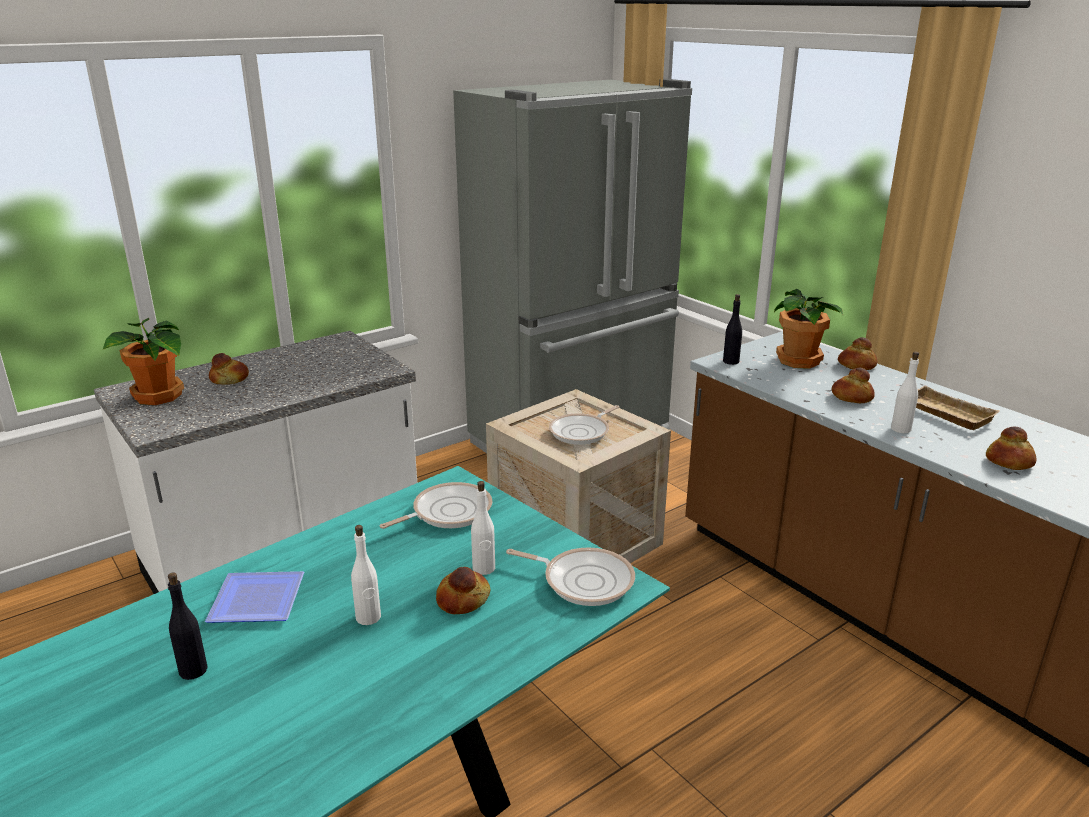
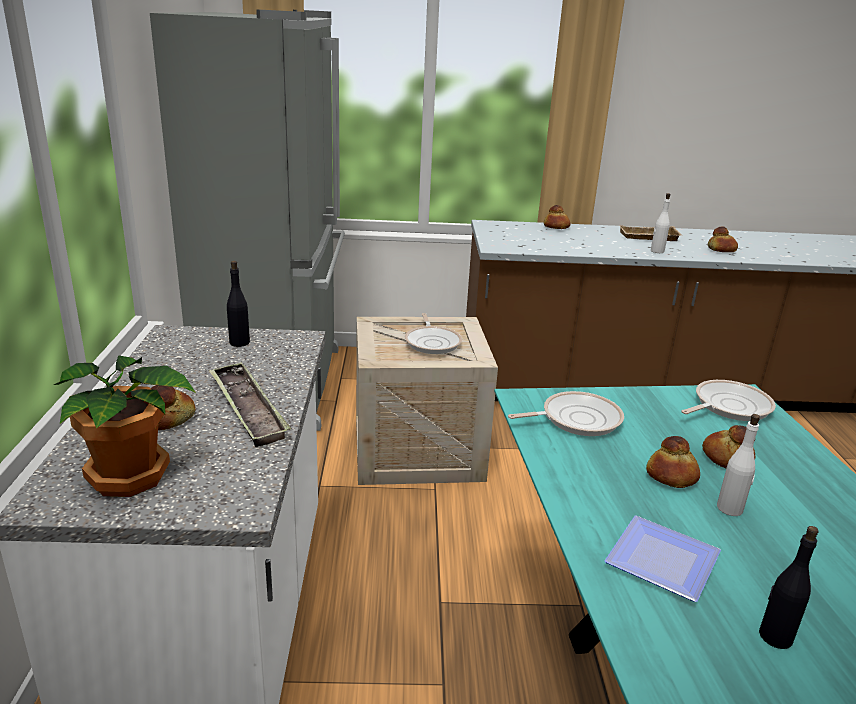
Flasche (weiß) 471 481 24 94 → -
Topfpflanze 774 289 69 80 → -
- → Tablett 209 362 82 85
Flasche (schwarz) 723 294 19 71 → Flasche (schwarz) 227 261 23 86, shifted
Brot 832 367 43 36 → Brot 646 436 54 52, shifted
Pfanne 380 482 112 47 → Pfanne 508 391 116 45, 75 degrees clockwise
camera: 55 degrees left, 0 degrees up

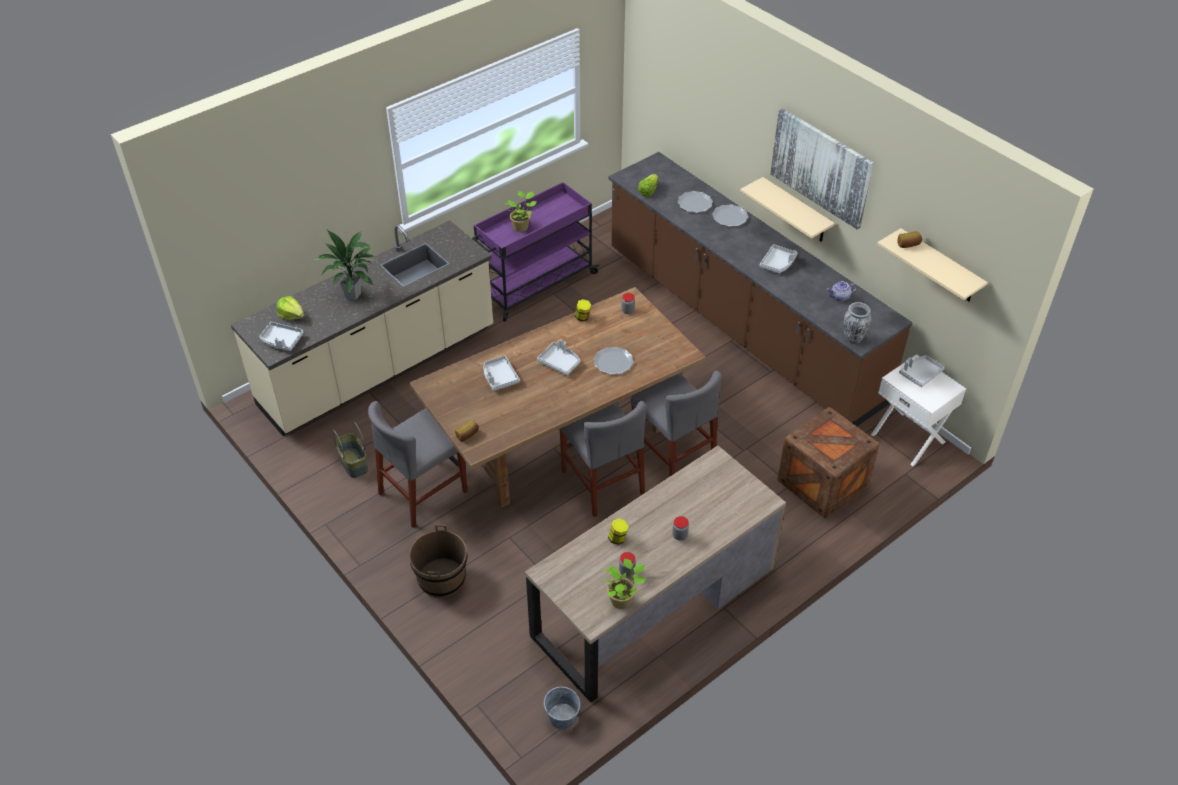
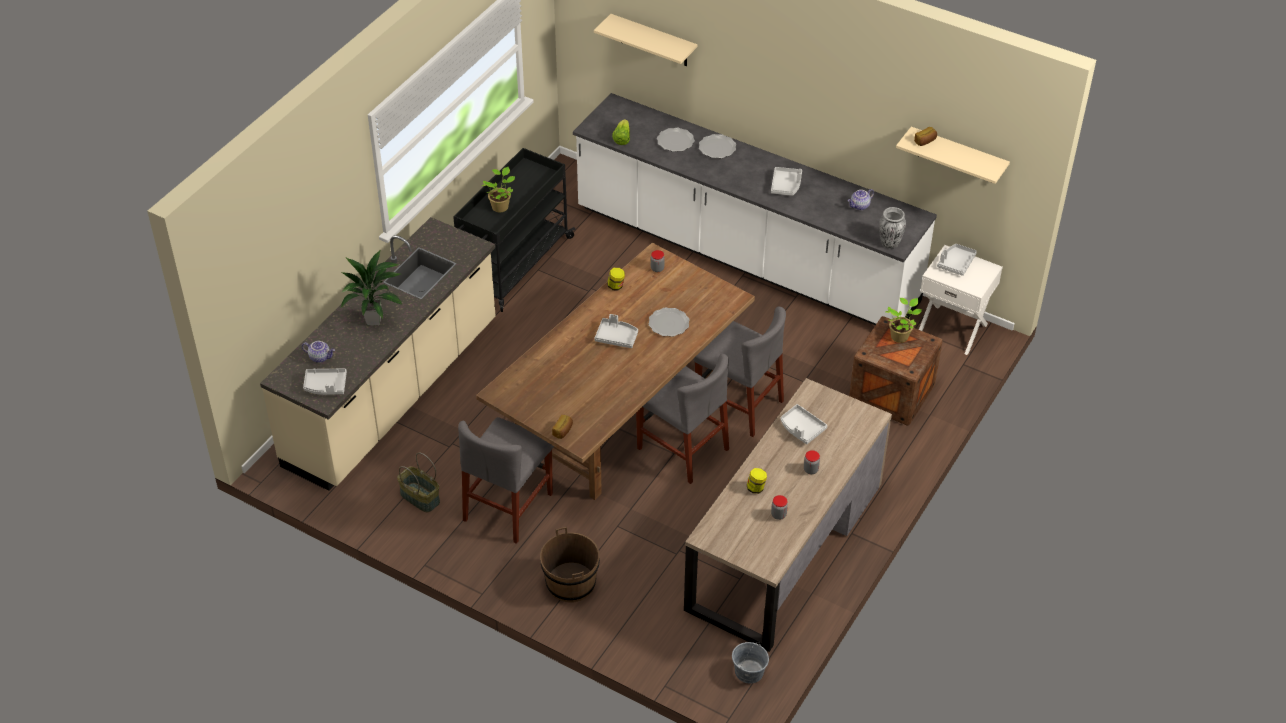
Bild 770 108 104 122 → -
Tablett (grau) 484 355 36 36 → Tablett (grau) 780 404 47 40, shifted
Topfpflanze 604 559 42 50 → Topfpflanze 885 298 37 45, shifted
Wandregal (beige) 740 177 95 65 → Wandregal (beige) 594 14 103 52, shifted
Salatkopf 276 296 28 24 → Teekanne 302 341 33 22
Rollwagen (lila) 472 182 127 140 → Rollwagen (schwarz) 453 148 123 164
Küchenzeile (braun) 609 152 304 274 → Küchenzeile (weiß) 573 93 364 232
camera: 20 degrees left, 0 degrees up

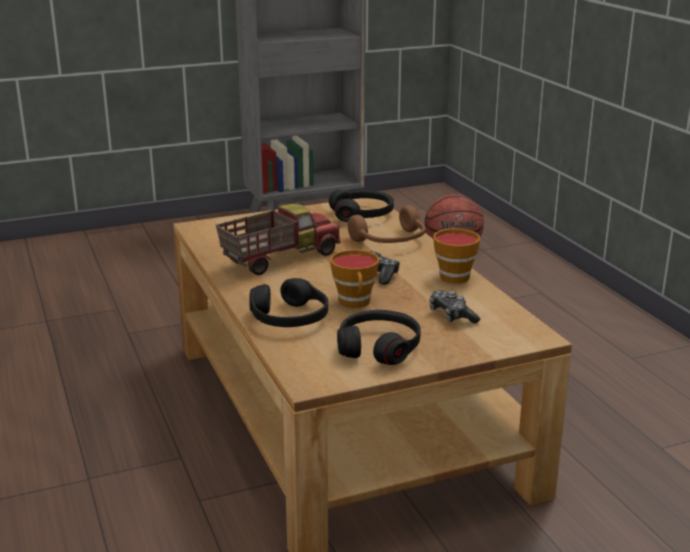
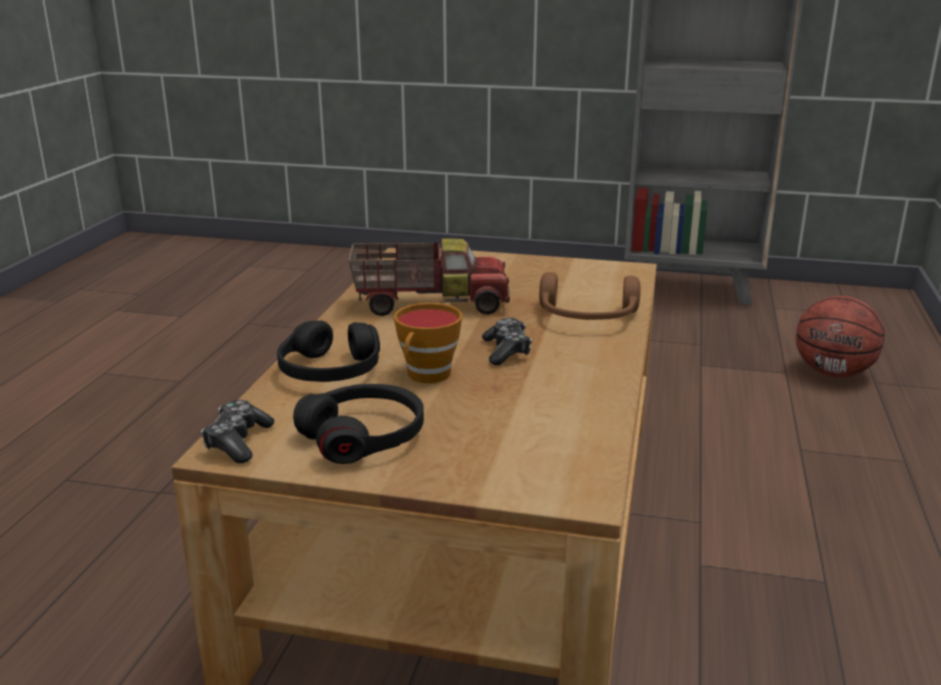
Kopfhörer (schwarz) 329 190 65 32 → -
Tasse 433 228 47 56 → -
Gamepad 429 290 51 34 → Gamepad 201 400 73 63, shifted
camera: 35 degrees right, 0 degrees up

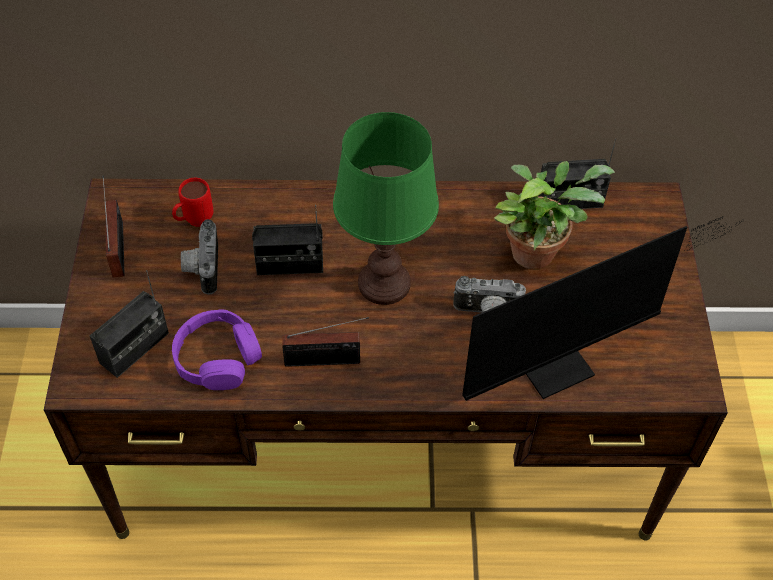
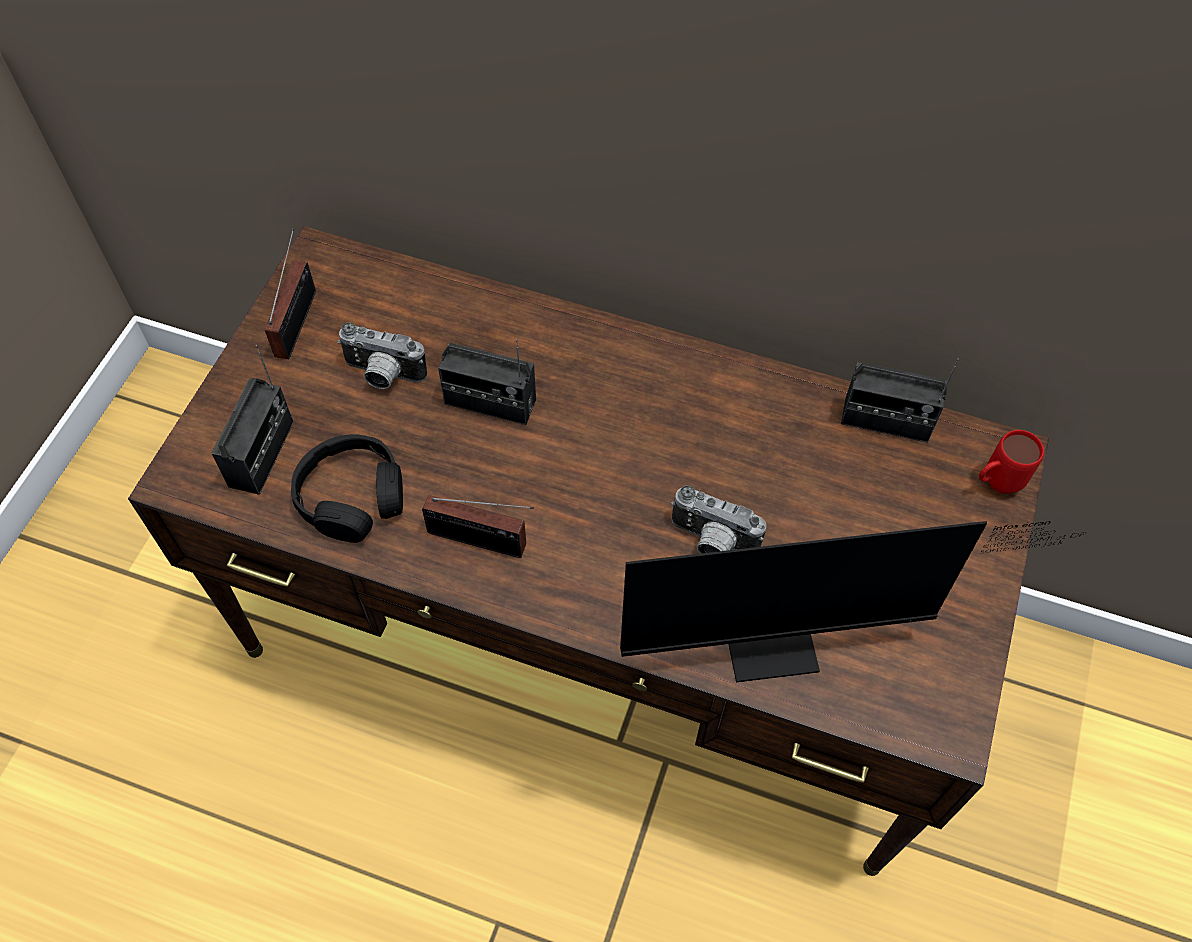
Tischlampe (grün) 333 112 106 193 → -
Topfpflanze 494 161 121 109 → -
Henkelbecher (rot) 172 178 41 49 → Henkelbecher (rot) 979 430 65 64, shifted
Kopfhörer (lila) 172 310 90 80 → Kopfhörer (schwarz) 291 434 112 109
Radio 90 270 79 108 → Radio 211 345 83 150, 45 degrees counterclockwise
Kamera 181 219 37 76 → Kamera 337 323 90 66, 90 degrees counterclockwise
camera: 20 degrees right, 5 degrees up

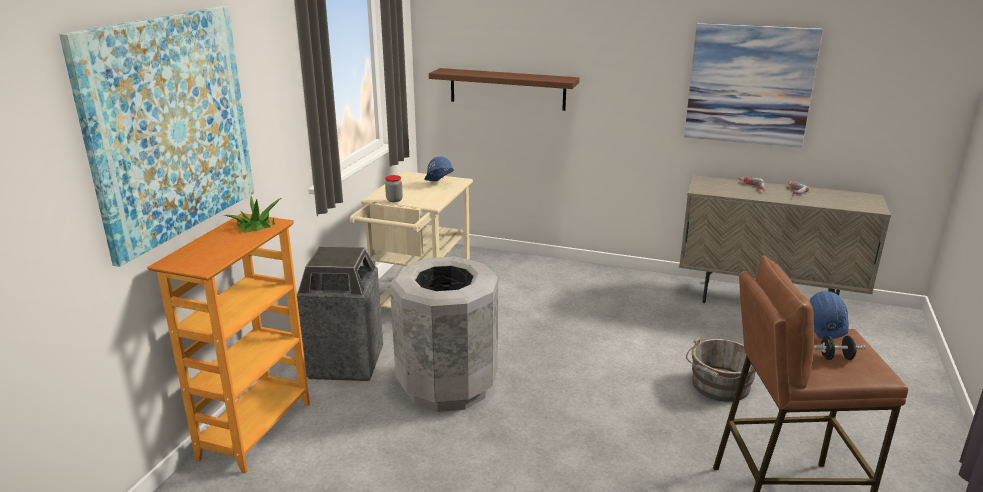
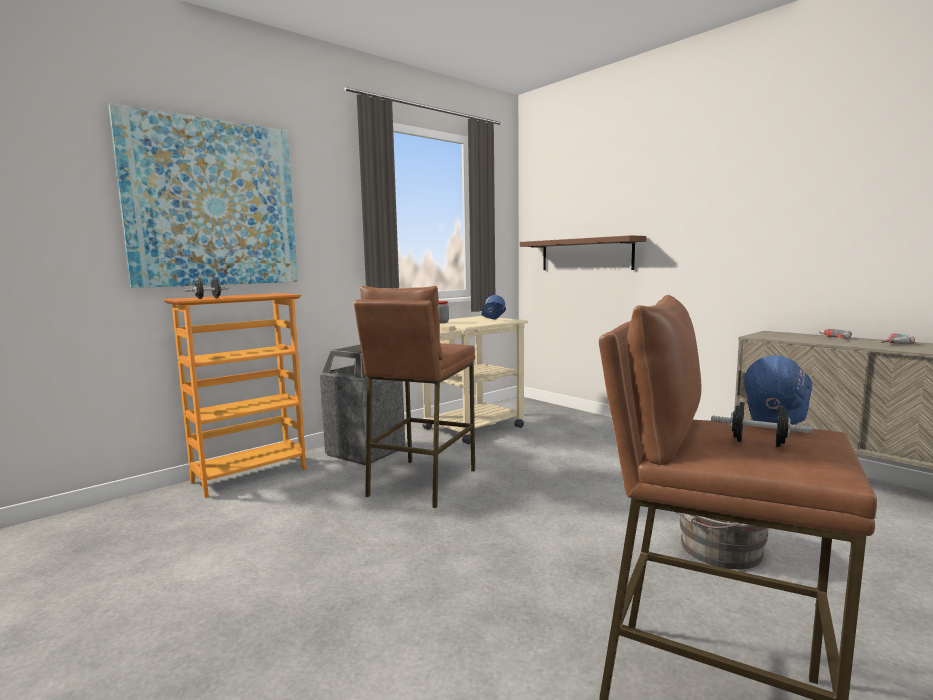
Topfpflanze 222 196 59 37 → -
Bild 684 23 139 125 → -
- → Hantel (schwarz) 185 280 43 19
Mülleimer (grau) 390 256 108 156 → Hocker (braun) 354 286 121 222
camera: 30 degrees right, 15 degrees down

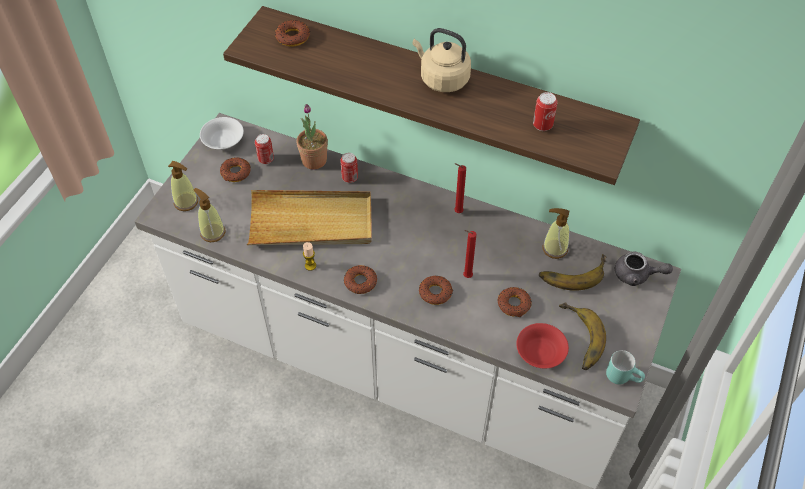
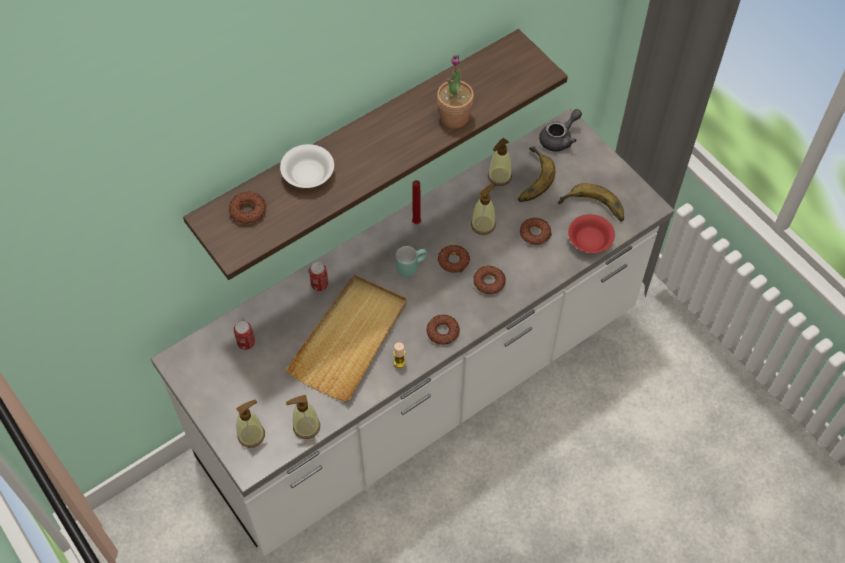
Wasserkessel (beige) 413 28 58 64 → -
Kerze (rot) 463 230 14 48 → -
Dose 533 92 25 39 → -
- → Seifenspender 471 183 25 52
Schüssel (weiß) 200 117 44 33 → Schüssel (weiß) 280 144 54 44, shifted
Donut 220 157 31 25 → Donut 438 245 32 28, shifted
Topfpflanze 296 104 32 65 → Topfpflanze 437 55 37 73, shifted
Henkelbecher (türkis) 606 350 39 35 → Henkelbecher (türkis) 396 246 31 31, shifted
camera: 60 degrees left, 5 degrees up

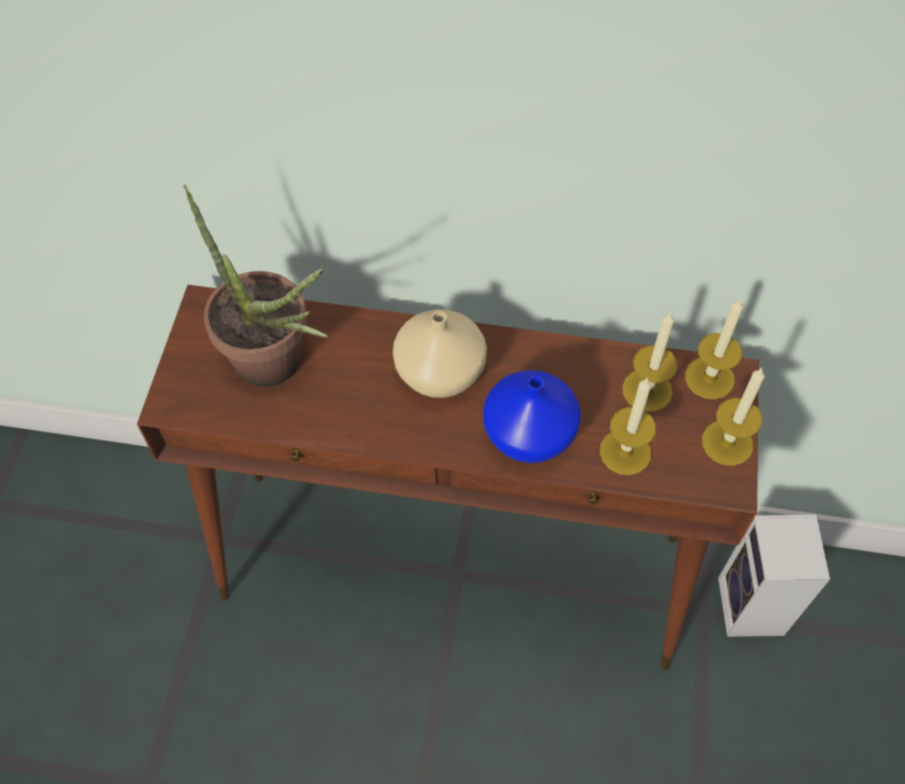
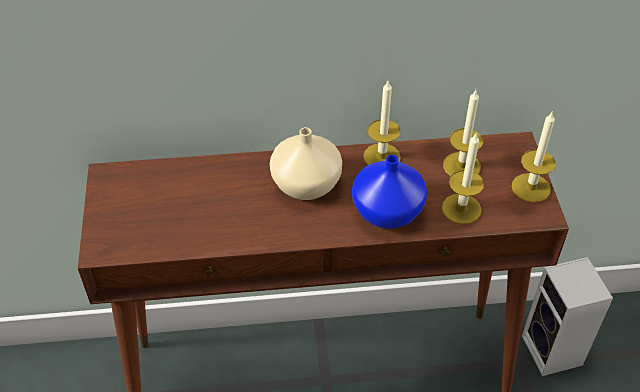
Topfpflanze 183 184 145 203 → -
Kerze 685 298 58 101 → Kerze 363 81 38 84, shifted
camera: 15 degrees left, 10 degrees down

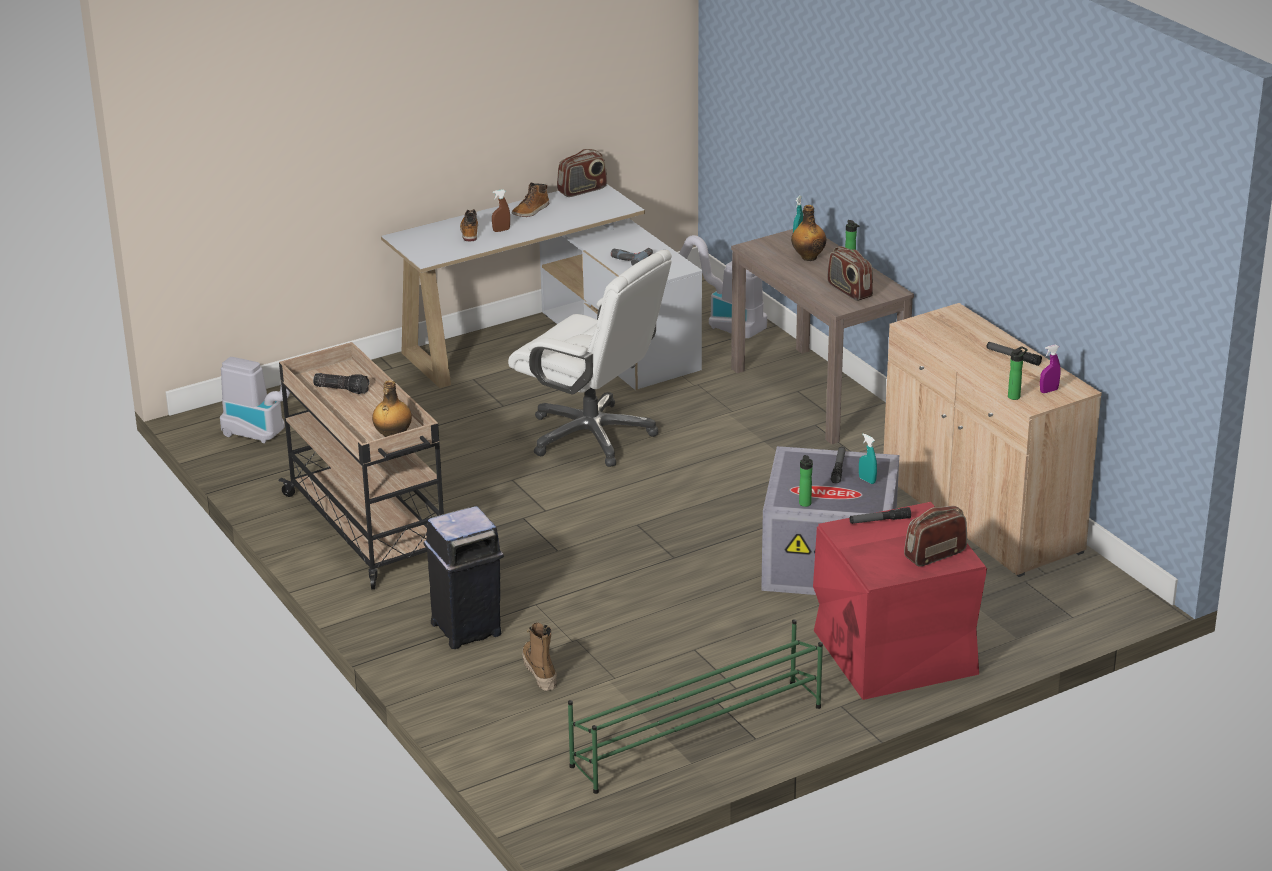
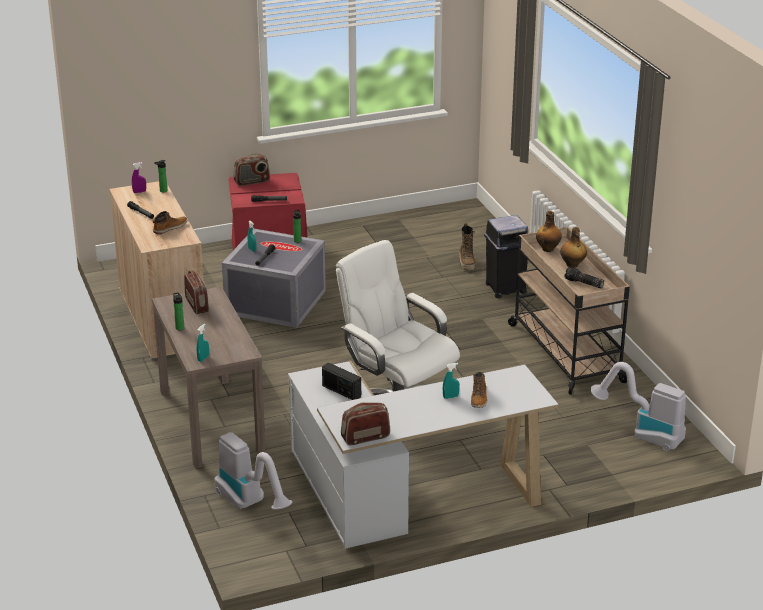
Schuhregal (grün) 568 619 255 175 → -
Stiefel 512 183 38 34 → Stiefel 153 211 34 23, shifted
Flasche 791 205 35 56 → Flasche 561 227 26 41, shifted
Bohrmaschine 611 248 42 18 → Radio 322 363 39 37
Sprühflasche (braun) 492 189 18 43 → Sprühflasche (türkis) 443 363 17 36
camera: 170 degrees left, 0 degrees up

